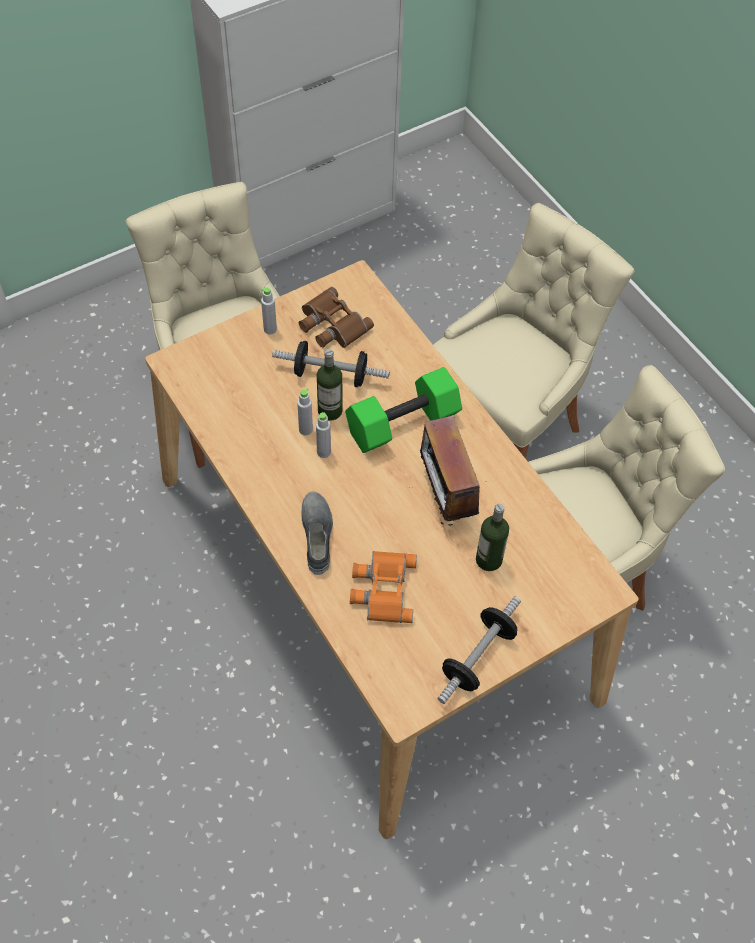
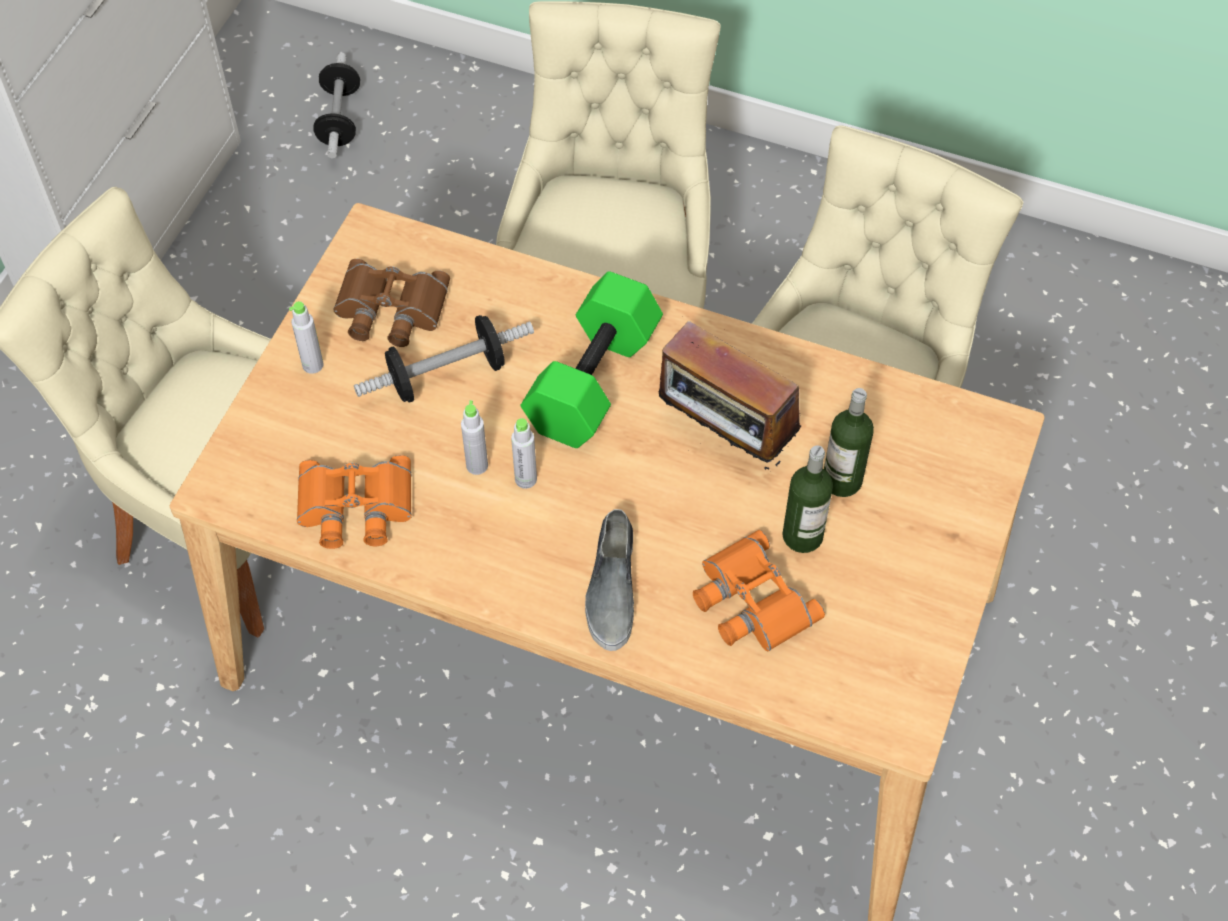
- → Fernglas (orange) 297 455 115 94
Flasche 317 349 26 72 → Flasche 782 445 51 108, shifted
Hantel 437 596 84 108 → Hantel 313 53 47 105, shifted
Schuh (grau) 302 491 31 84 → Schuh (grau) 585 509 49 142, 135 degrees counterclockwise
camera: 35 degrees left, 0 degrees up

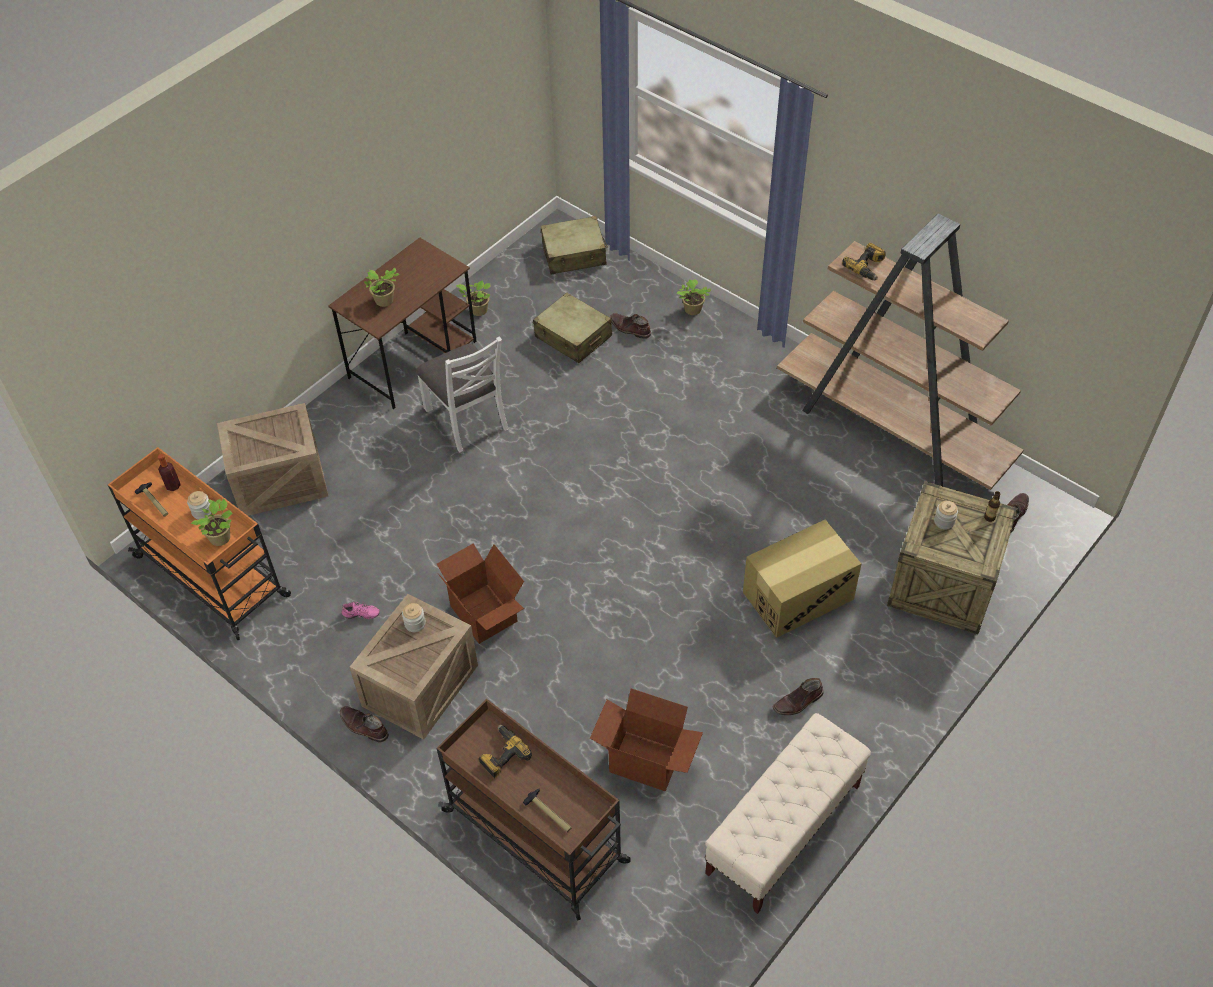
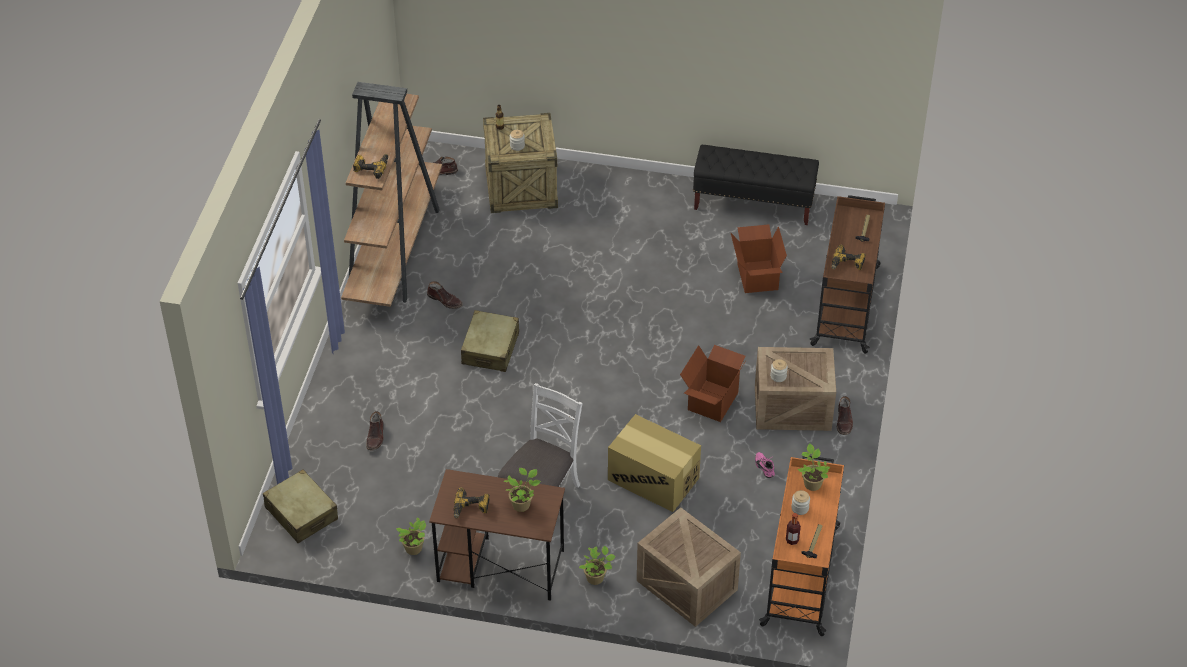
- → Bohrmaschine 454 487 36 31
Koffer (beige) 533 292 79 71 → Koffer (beige) 461 310 58 62, shifted
Topfpflanze 676 279 35 36 → Topfpflanze 579 545 37 40, shifted
Karton 743 519 118 119 → Karton 608 414 93 98, shifted
Stiefel (braun) 772 678 51 37 → Stiefel (braun) 427 281 36 28, shifted
Bank (beige) 705 713 166 201 → Bank (schwarz) 693 145 126 80
camera: 120 degrees left, 5 degrees down

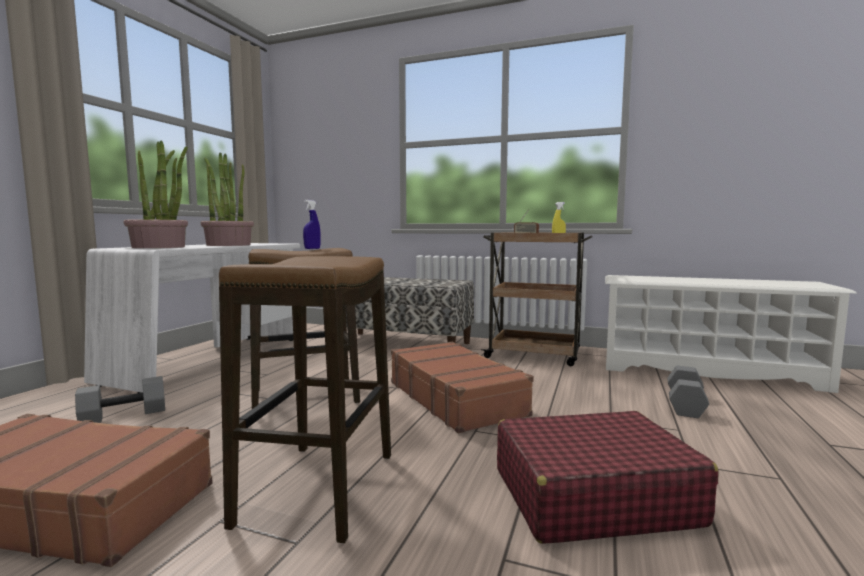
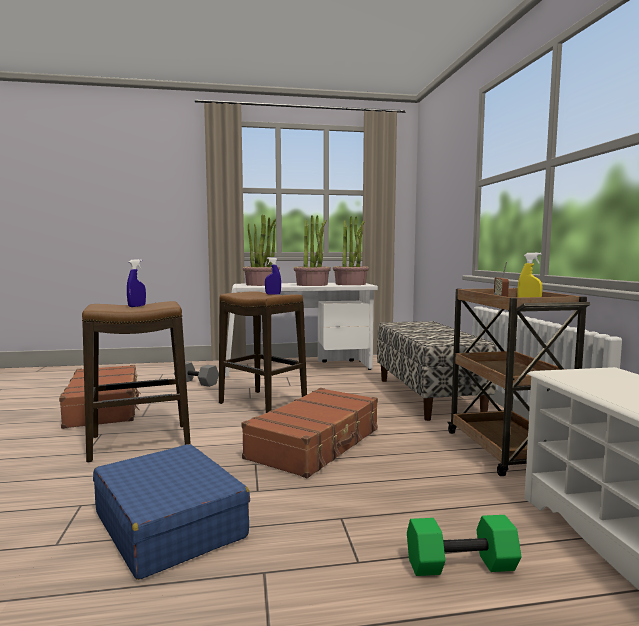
- → Sprühflasche (blau) 127 259 19 48
- → Topfpflanze 333 216 36 69
Koffer (rot) 497 411 221 133 → Koffer (blau) 93 444 157 136
Hantel (grau) 667 366 42 52 → Hantel (grün) 407 515 114 61
camera: 60 degrees right, 0 degrees up

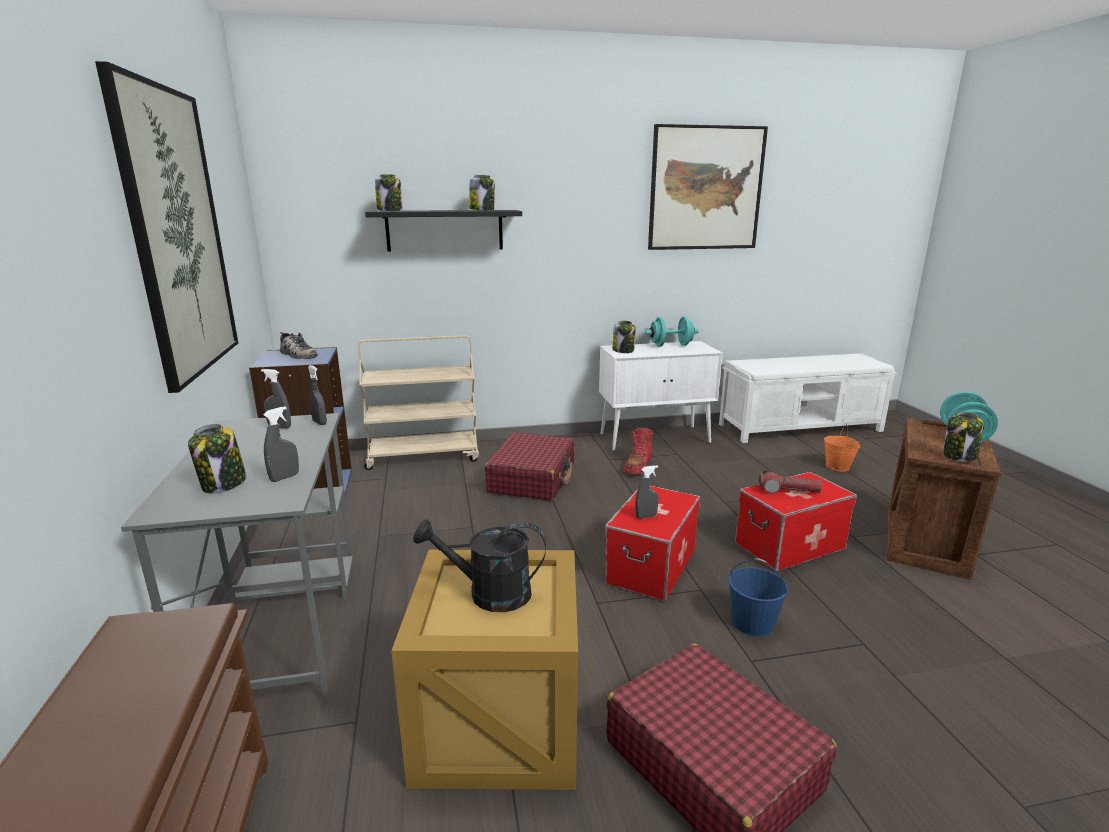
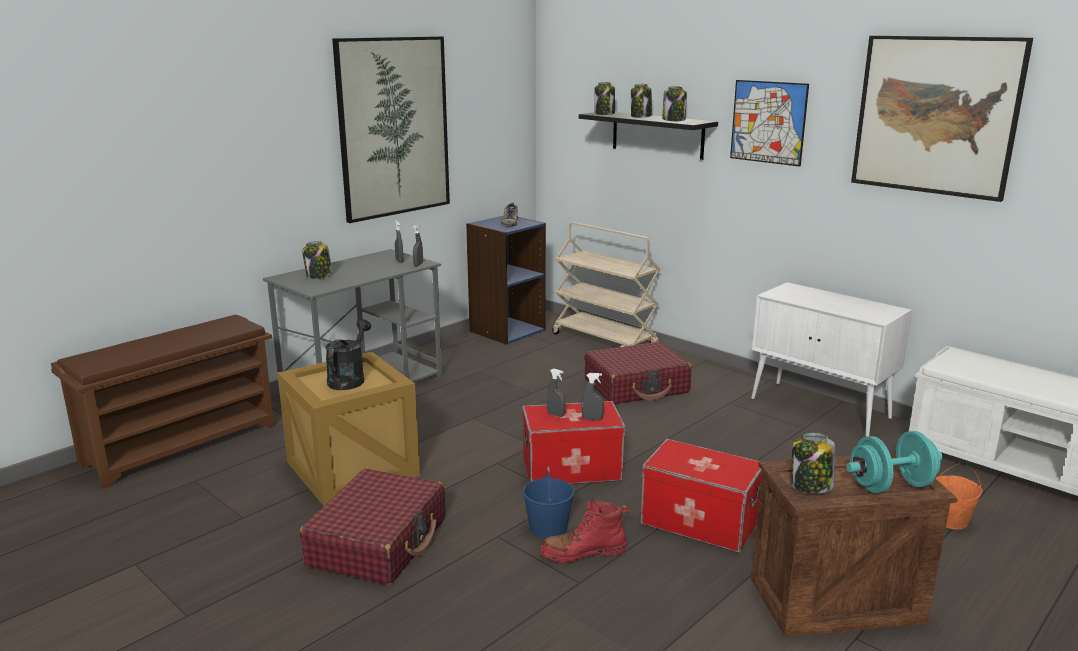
Hantel (türkis) 645 316 54 31 → -
Taschenlampe 758 470 64 24 → -
- → Bild 730 80 79 87
Sprühflasche (grau) 263 406 36 76 → Sprühflasche (grau) 582 373 22 47, shifted
Vorratsglas 612 321 23 32 → Vorratsglas 631 84 21 34, shifted
Stiefel (rot) 624 427 30 47 → Stiefel (rot) 540 497 90 66, shifted
Gießkanne (schwarz) 413 519 133 93 → Gießkanne (schwarz) 325 319 46 71, 45 degrees clockwise
camera: 55 degrees right, 0 degrees up

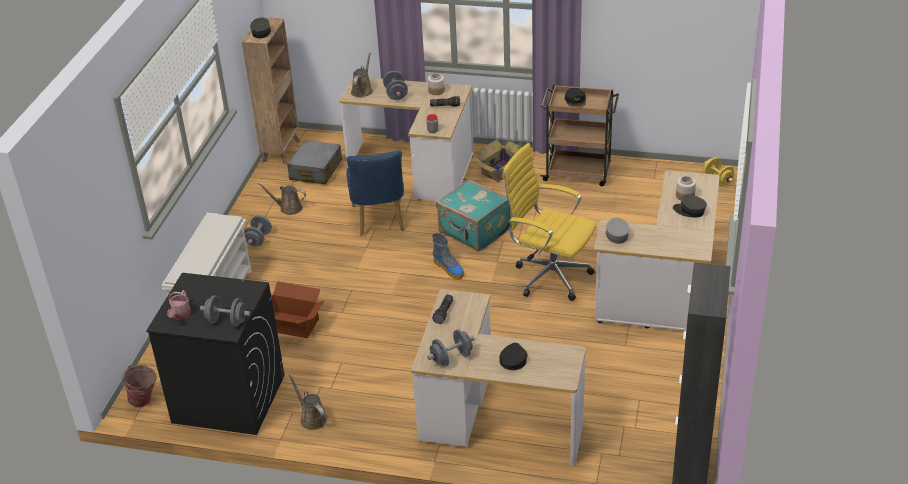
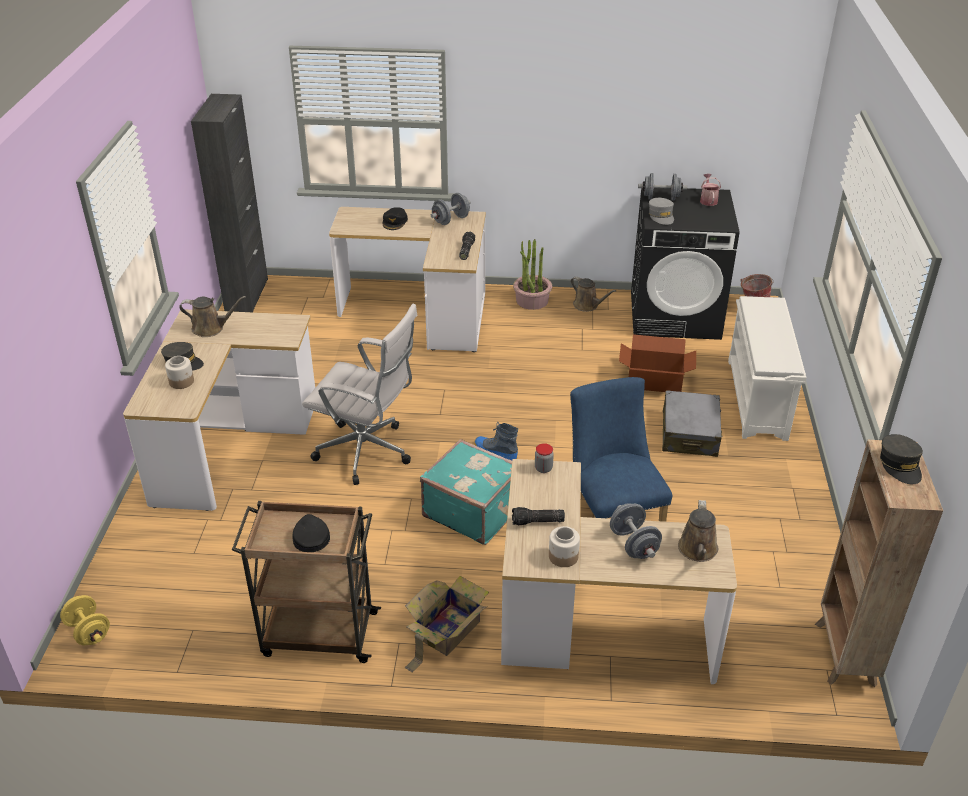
Hantel (grau) 244 215 28 31 → -
- → Topfpflanze 513 239 39 71
Gießkanne (braun) 257 183 49 32 → Gießkanne (braun) 179 296 67 41, shifted
Koffer (grau) 287 141 55 43 → Koffer (grau) 662 390 60 67, shifted
Kappe (grau) 606 218 24 26 → Kappe (grau) 649 198 25 27, shifted
Bürostuhl (gelb) 502 143 95 158 → Bürostuhl (weiß) 302 304 116 181
camera: 170 degrees right, 0 degrees up

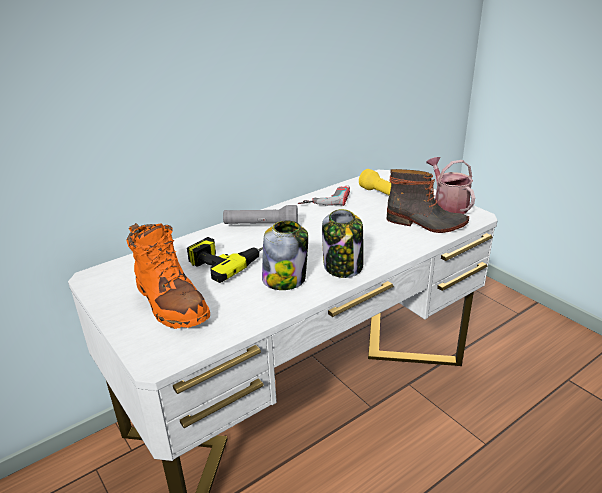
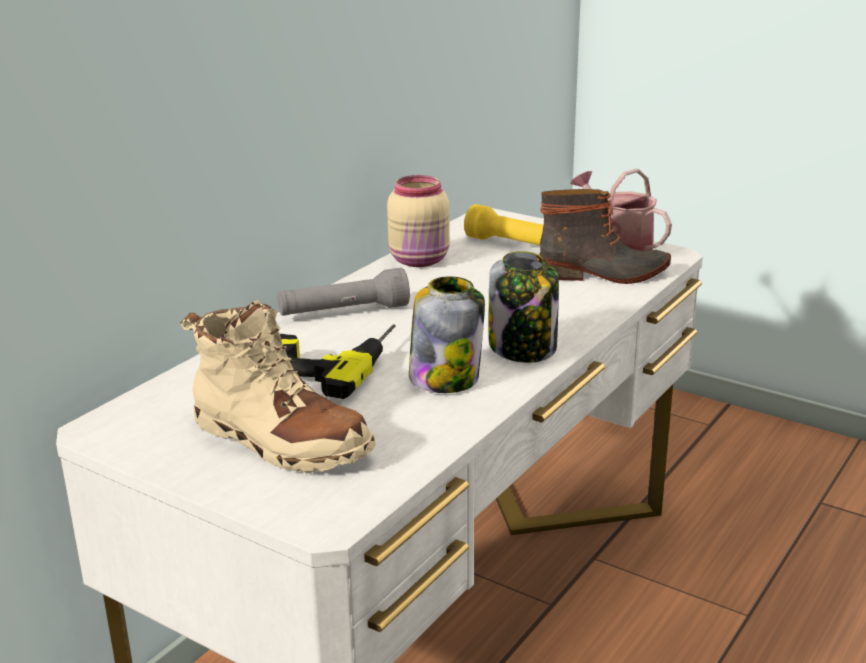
Bohrmaschine 298 185 52 21 → Vorratsglas (beige) 387 175 63 92
Stiefel (orange) 126 223 84 106 → Stiefel (beige) 180 300 196 173
camera: 20 degrees left, 5 degrees down

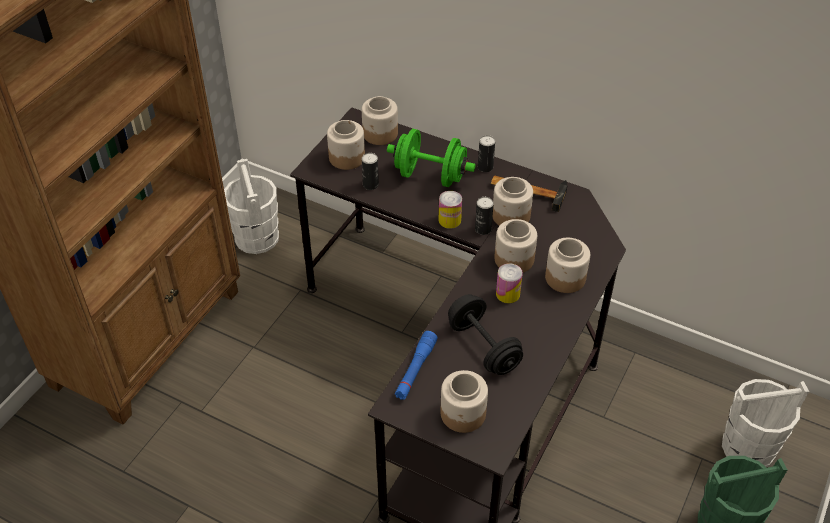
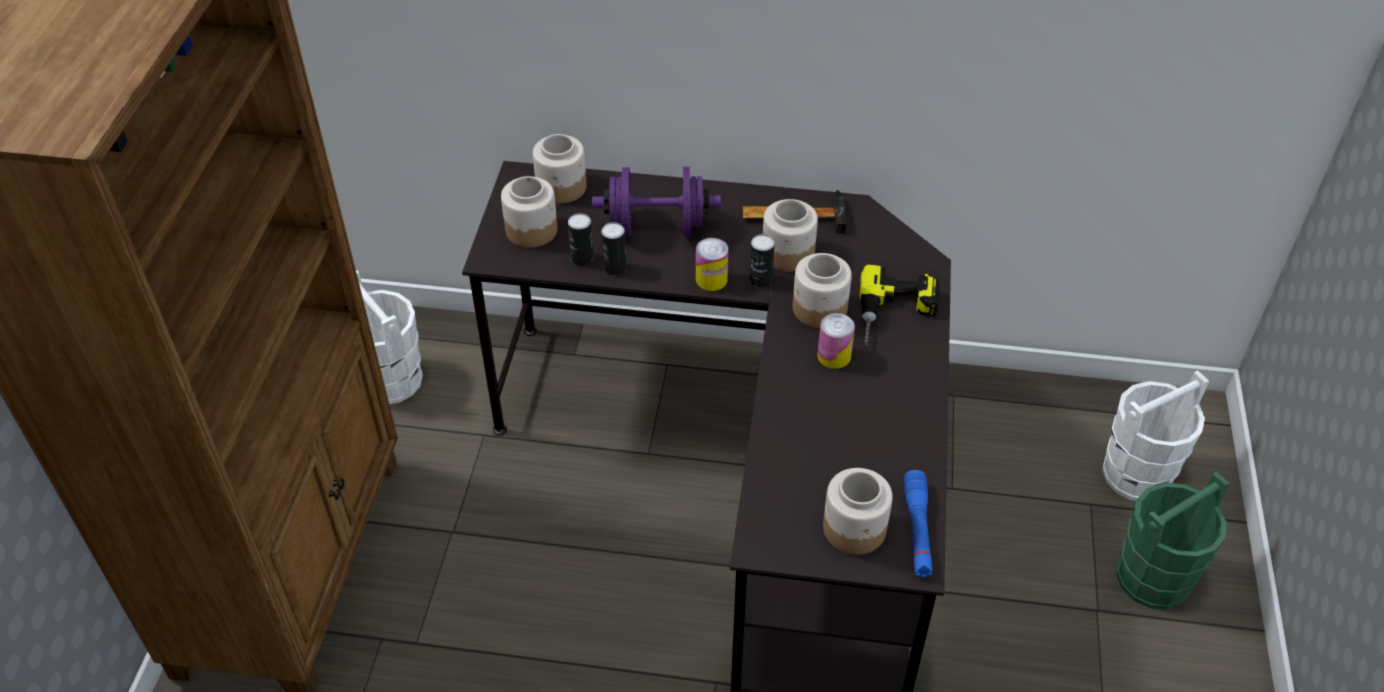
Hantel (schwarz) 448 294 75 81 → -
Taschenlampe (blau) 395 331 43 69 → Taschenlampe (blau) 904 470 29 108, shifted
Dose 478 135 17 37 → Dose 601 222 25 54, shifted
Vorratsglas 545 238 45 55 → Bohrmaschine 860 264 79 81
Hantel (grün) 387 129 89 58 → Hantel (lila) 592 167 129 70
camera: 20 degrees left, 0 degrees up

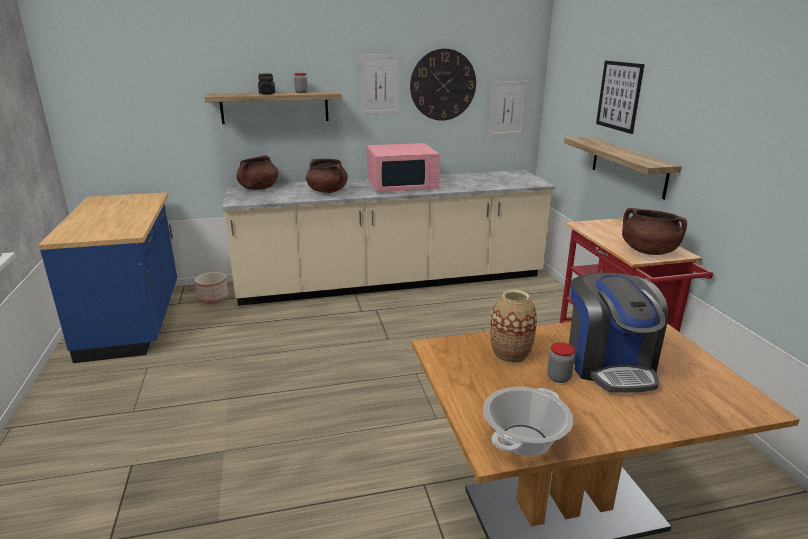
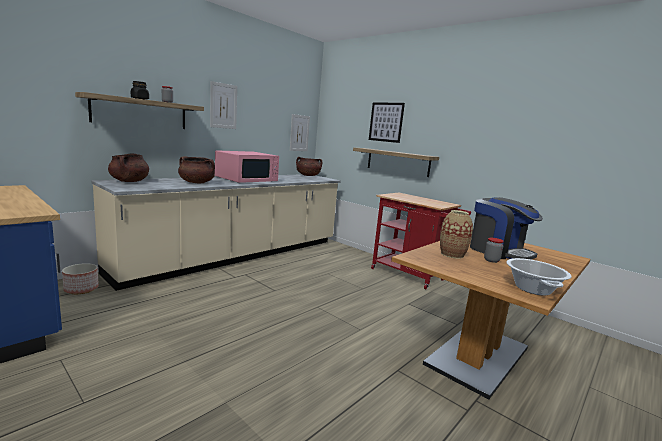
Wanduhr 410 49 66 72 → -
Kochtopf (braun) 622 208 65 47 → Kochtopf (braun) 296 157 26 19, shifted
camera: 35 degrees left, 10 degrees down

